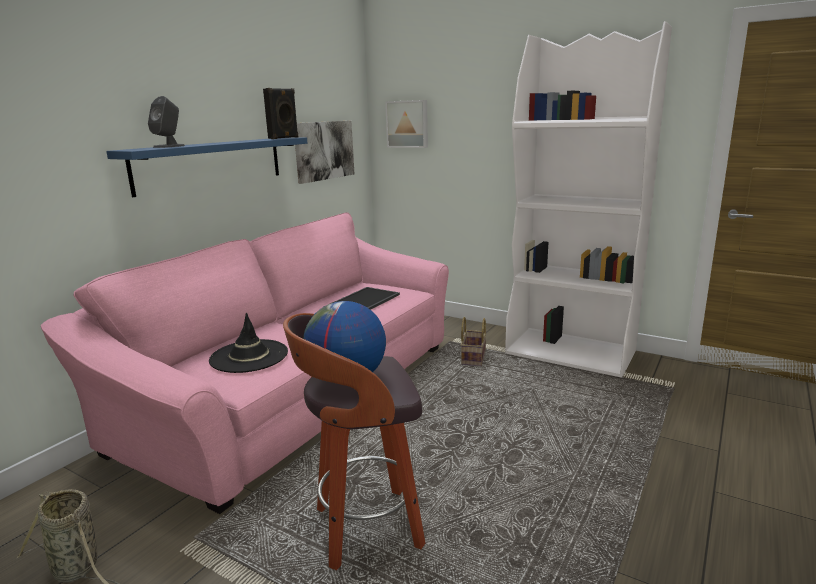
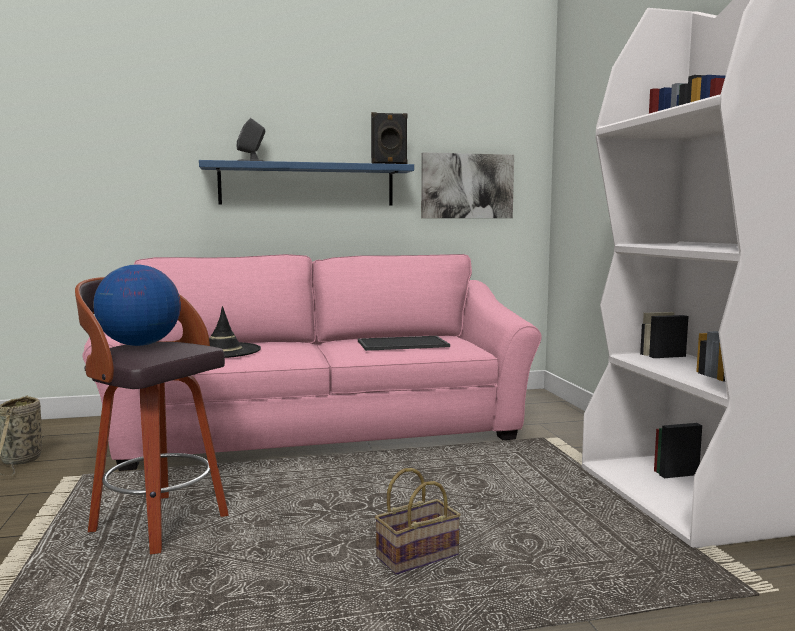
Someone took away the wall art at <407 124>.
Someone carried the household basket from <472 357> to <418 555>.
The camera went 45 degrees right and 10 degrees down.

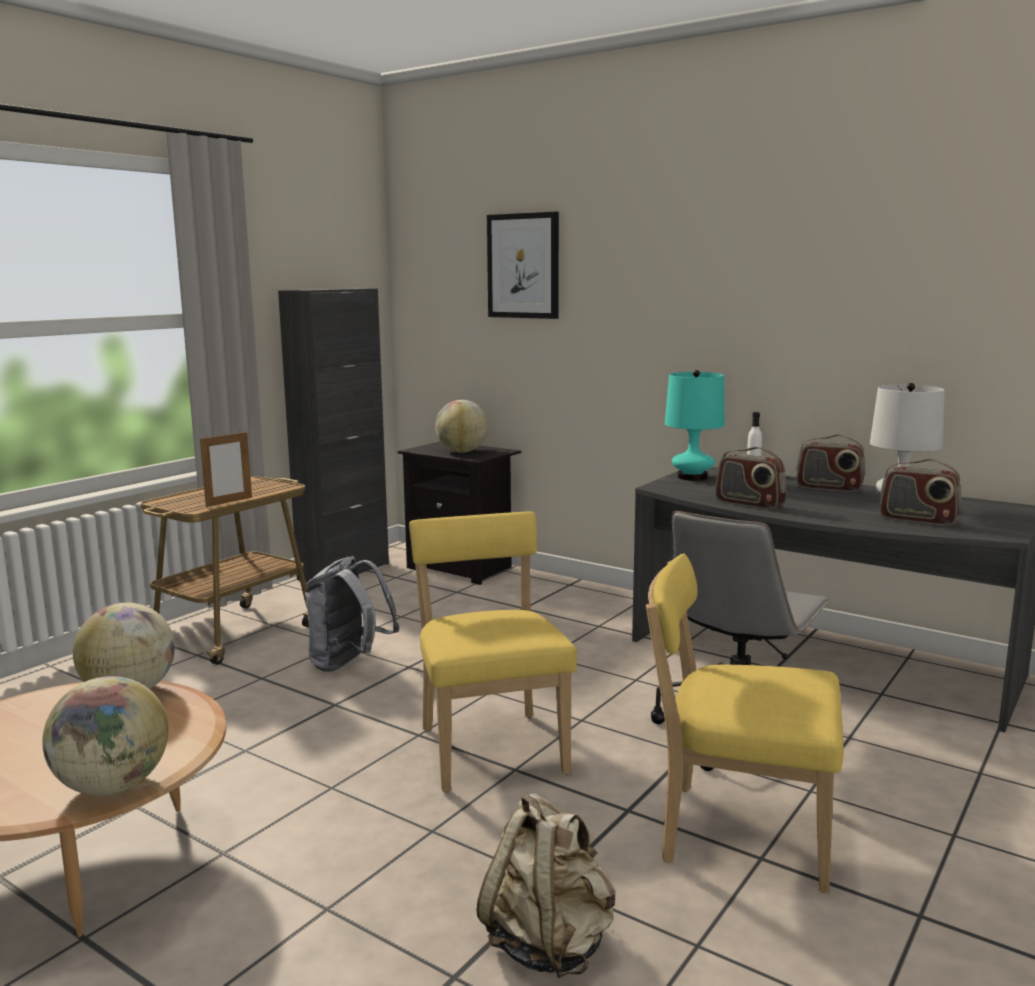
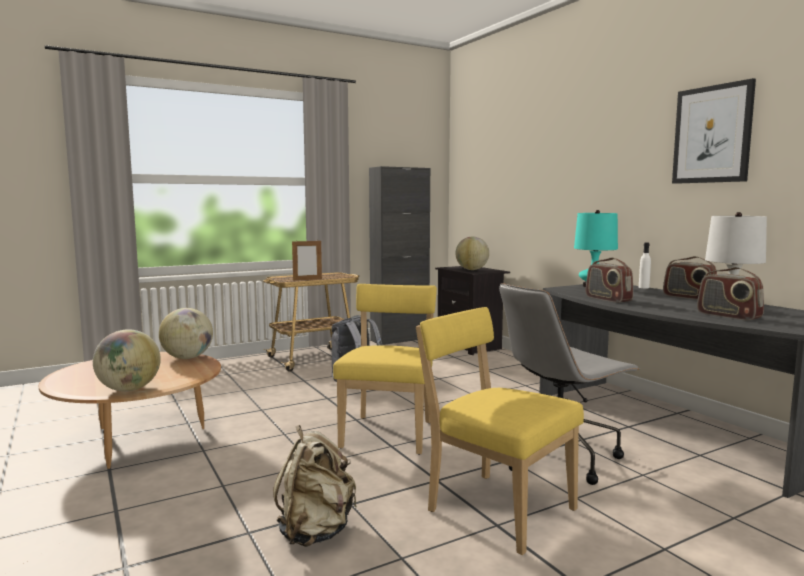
Someone carried the wall art from <523 266> to <712 134>.
The camera went 25 degrees right and 5 degrees down.

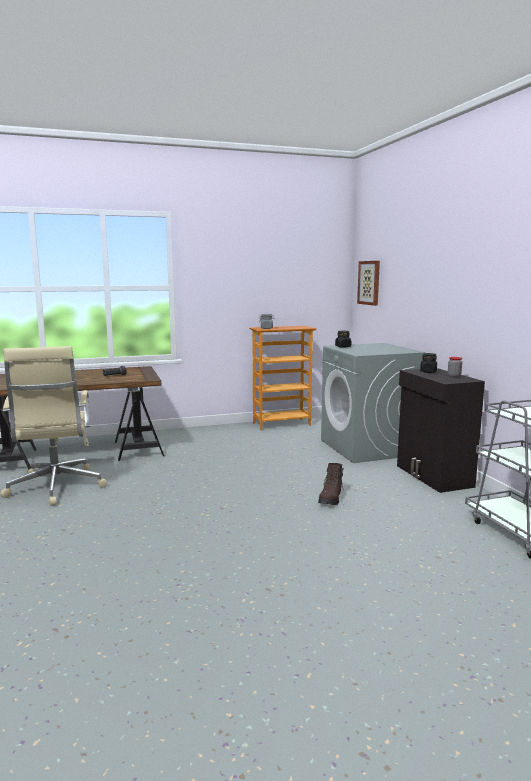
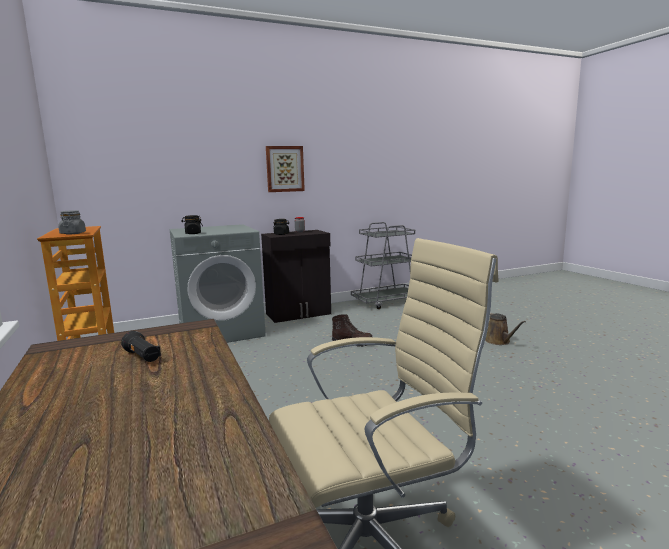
Someone carried the wall art from <369 282> to <285 169>.
Someone put down the brown-coloured sprinkling can at <499 341>.
The camera went 95 degrees left and 0 degrees up.

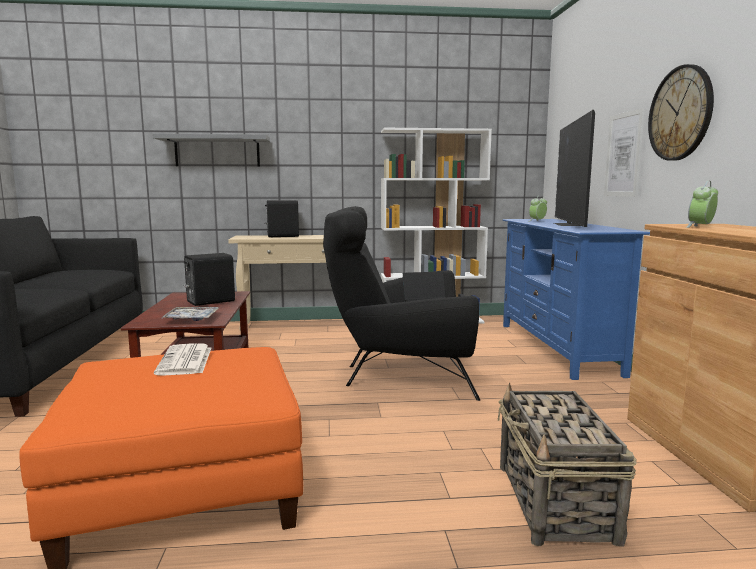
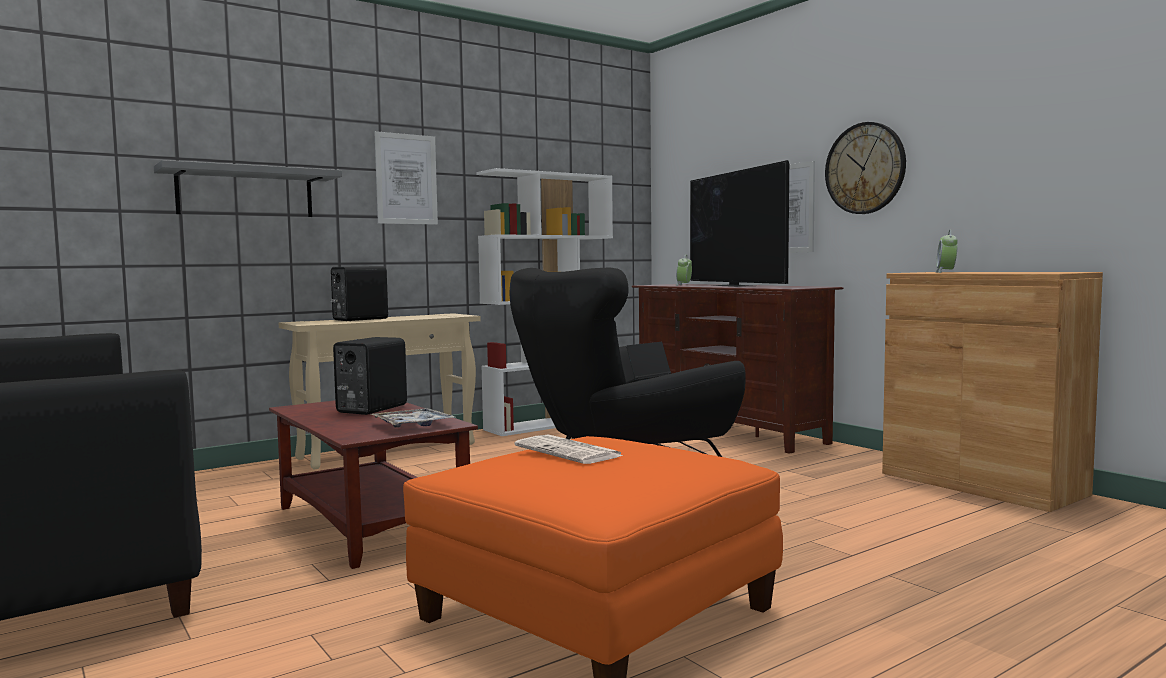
Someone repainted the blue-coloured media console at <557 348>, which became the brown-coloured media console at <729 430>.
Someone took away the household basket at <555 503>.
Someone put up the wall art at <406 179>.
The camera went 30 degrees left and 5 degrees down.

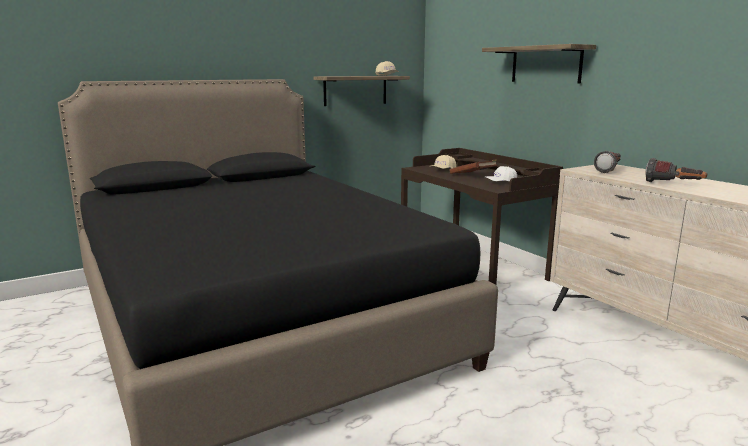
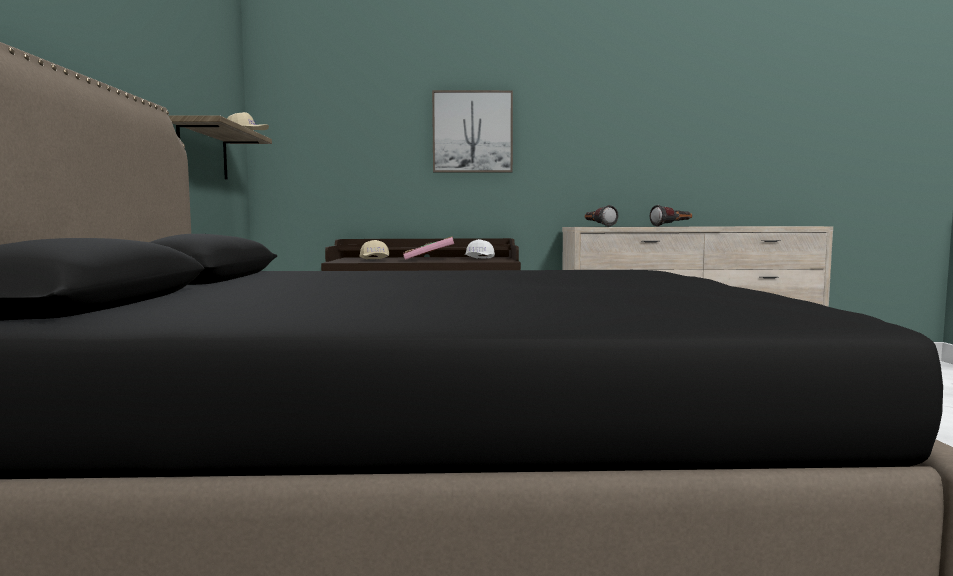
Someone swapped the wall shelf at <546 64> for the wall art at <472 132>.
Someone repainted the brown-coloured bound book at <473 176>, which became the pink-coloured bound book at <429 259>.
The camera went 60 degrees left and 10 degrees down.

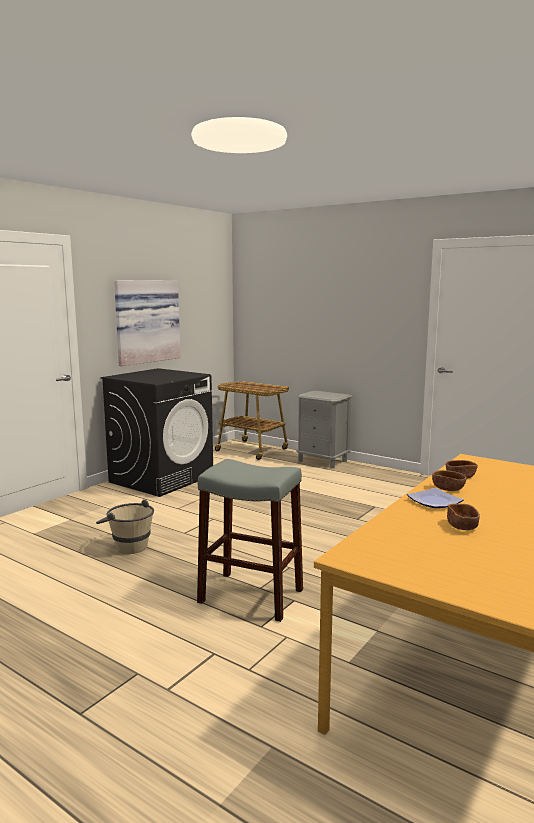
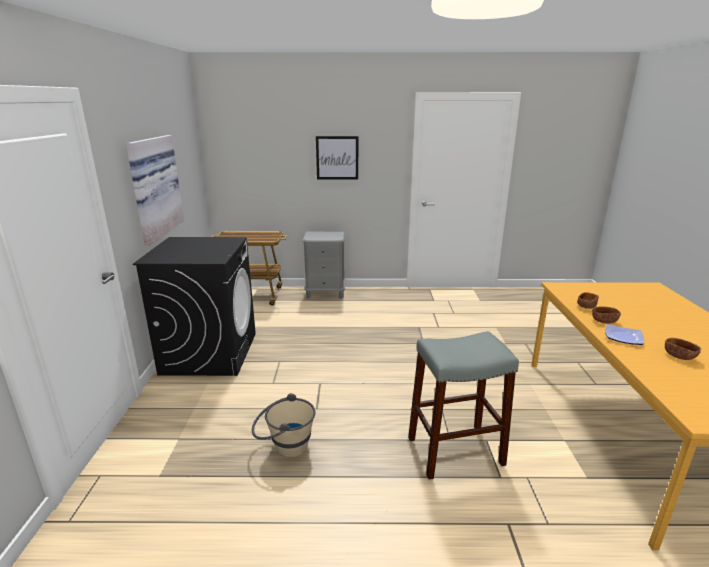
Someone put up the wall art at <337 158>.
The camera went 35 degrees left and 10 degrees up.

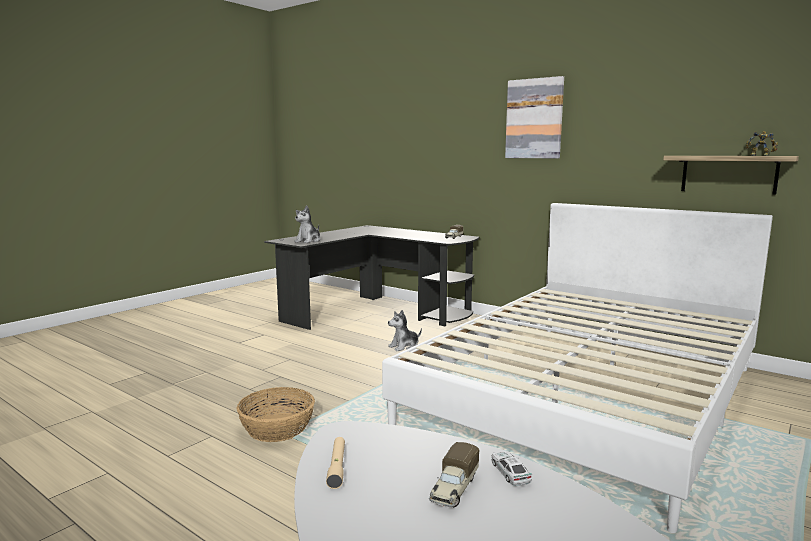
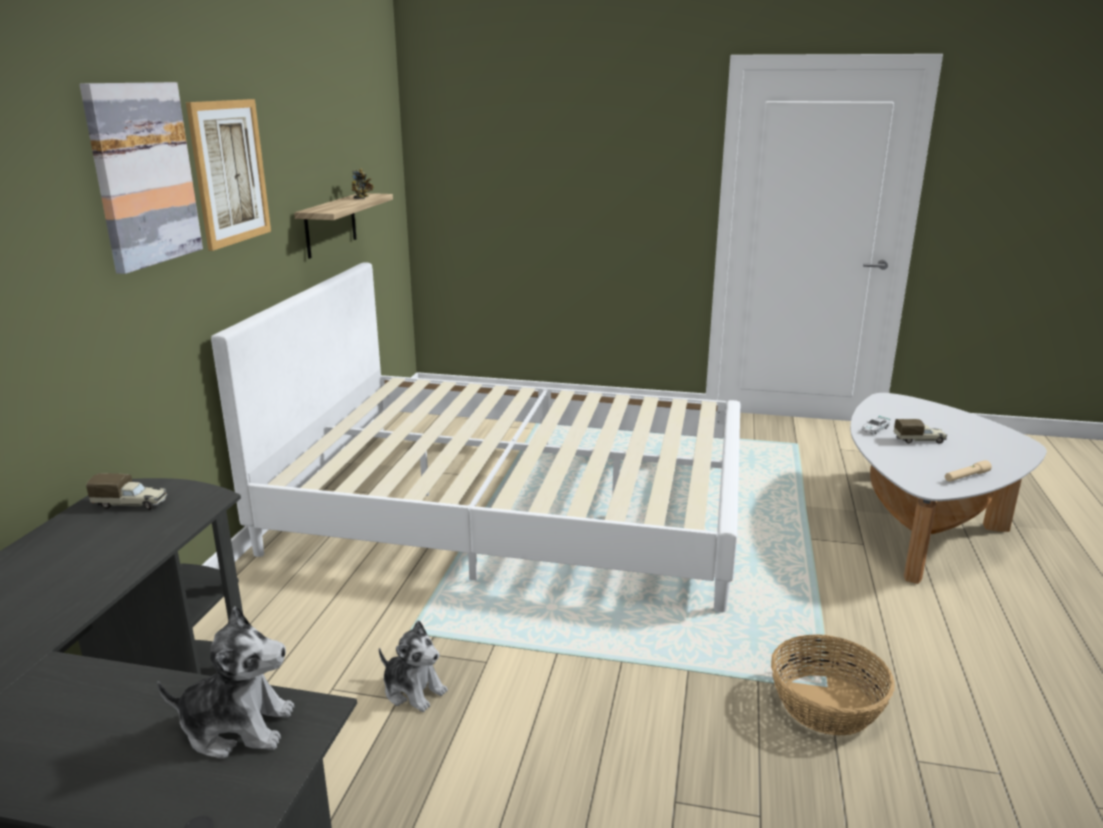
Someone put up the wall art at <230 172>.
The camera went 115 degrees left and 10 degrees up.

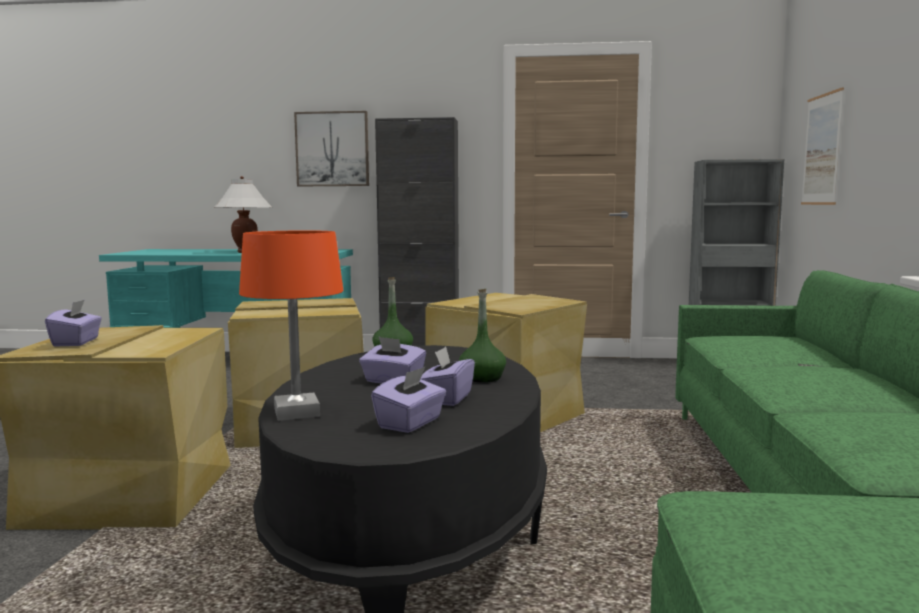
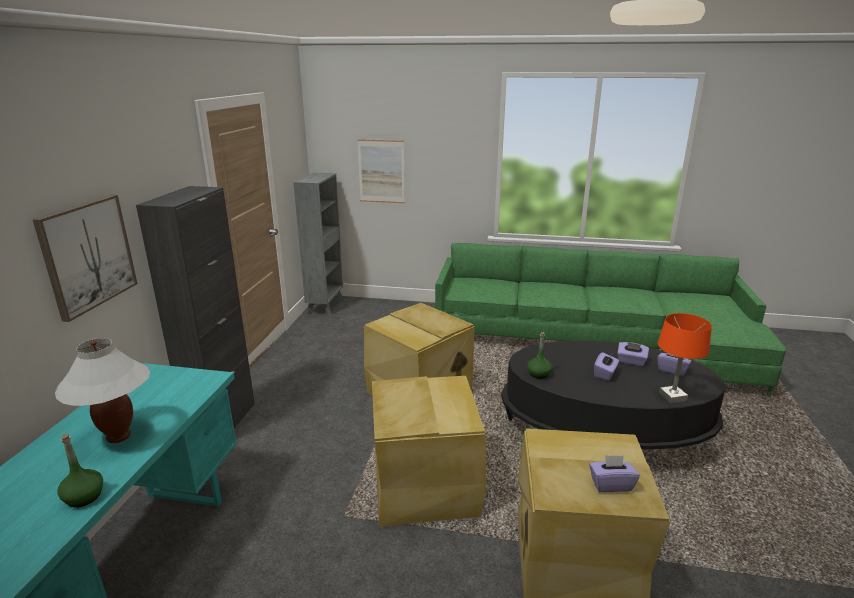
Someone carried the greenish drink bottle from <482 378> to <84 497>.
The camera went 85 degrees left and 15 degrees up.

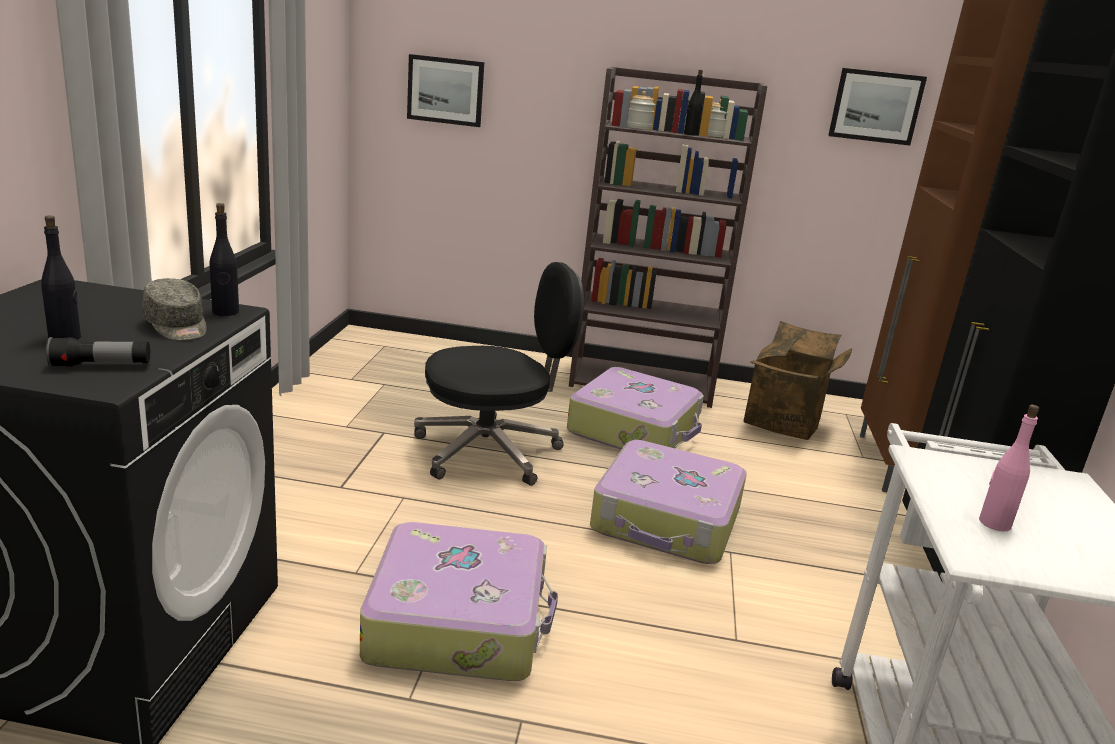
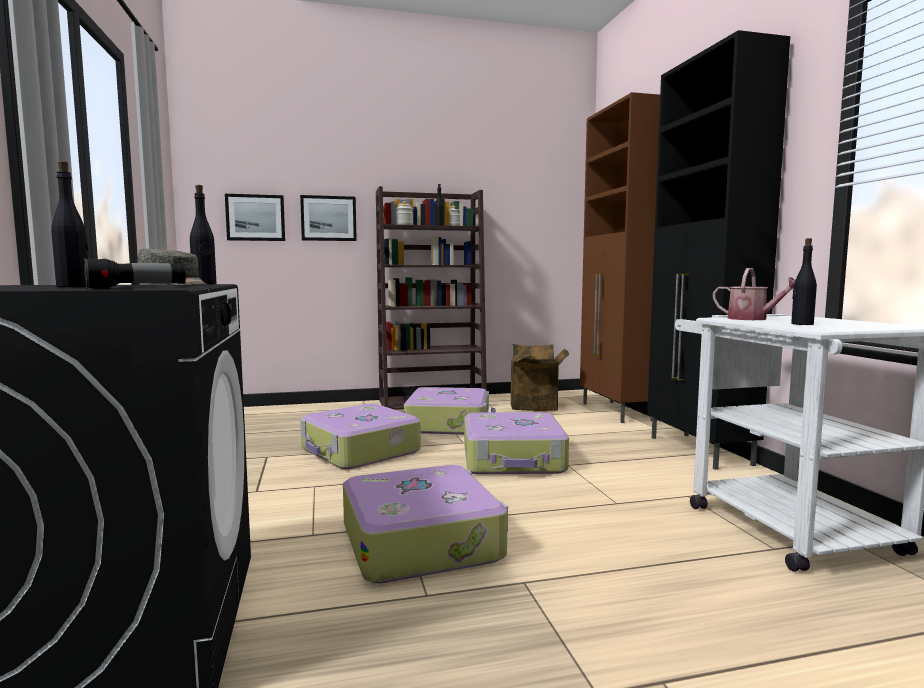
Someone carried the wall art from <876 106> to <328 218>.
Someone swapped the black-coloured office chair at <491 451> for the piece of luggage at <360 451>.
Someone repainted the pink-coloured drink bottle at <994 523>, which became the black-coloured drink bottle at <801 324>.
Someone put down the sprinkling can at <753 319>.
The camera went 20 degrees left and 15 degrees down.

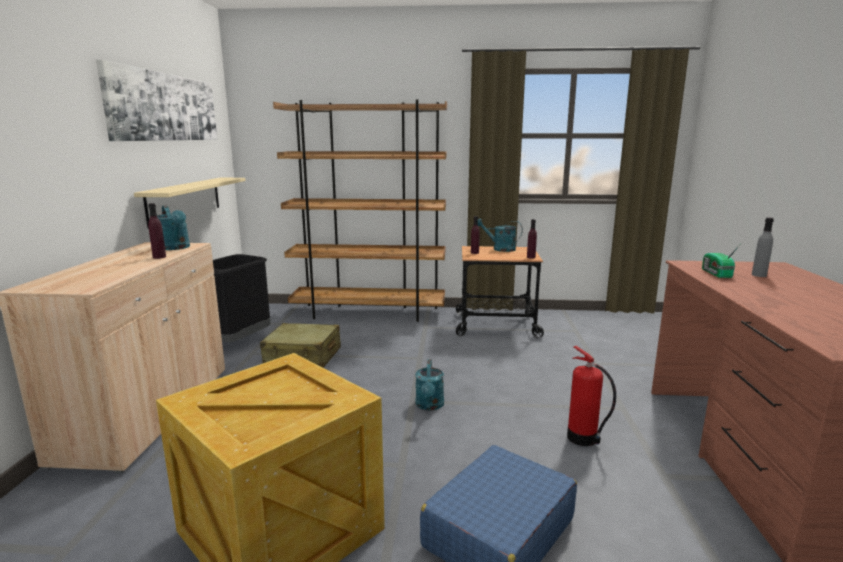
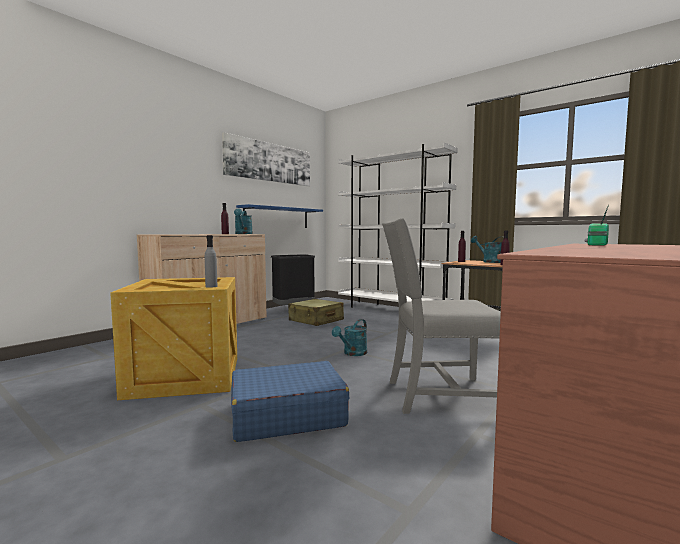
Someone repainted the brown-coloured shelving unit at <369 313>, which became the white shelving unit at <392 309>.
Someone repainted the beige-coloured wall shelf at <185 200>, which became the blue-coloured wall shelf at <277 217>.
Someone carried the gray drink bottle from <759 275> to <211 286>.
Someone swapped the fire-fighting cylinder at <583 439> for the gray chair at <439 395>.
The camera went 35 degrees right and 10 degrees down.

